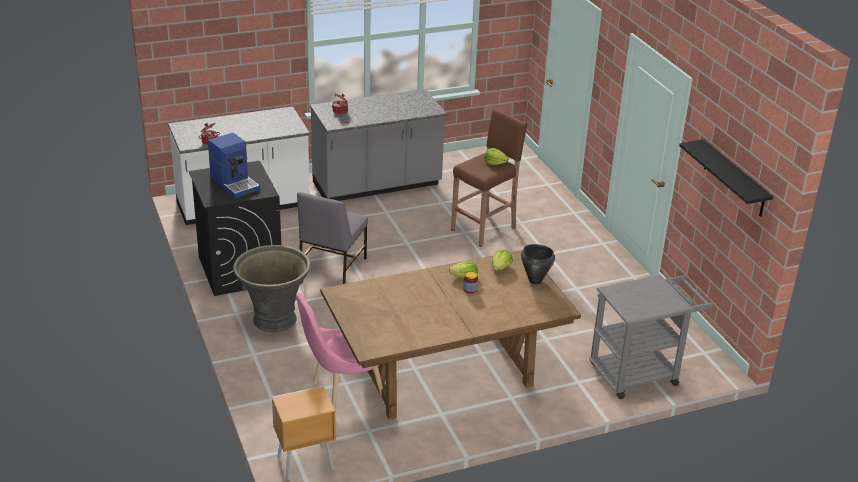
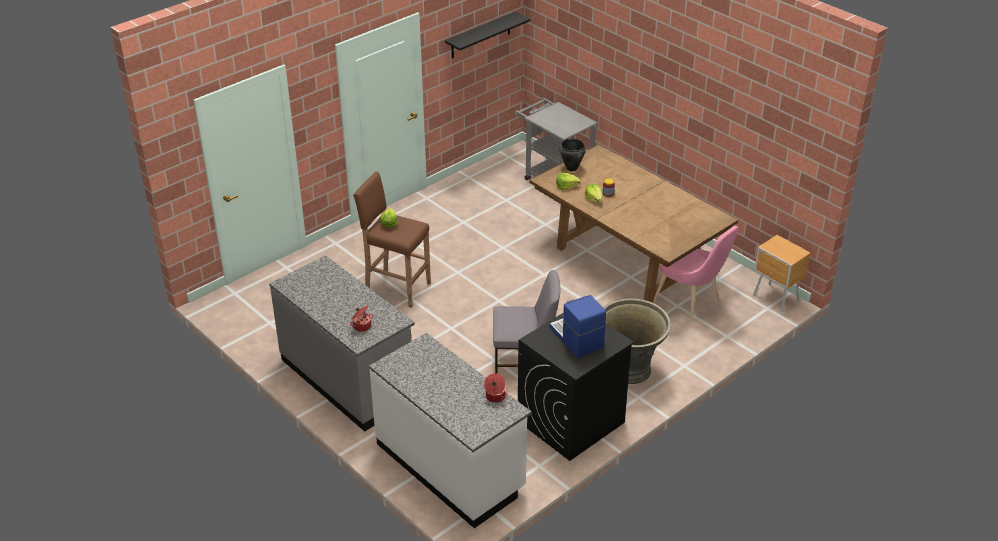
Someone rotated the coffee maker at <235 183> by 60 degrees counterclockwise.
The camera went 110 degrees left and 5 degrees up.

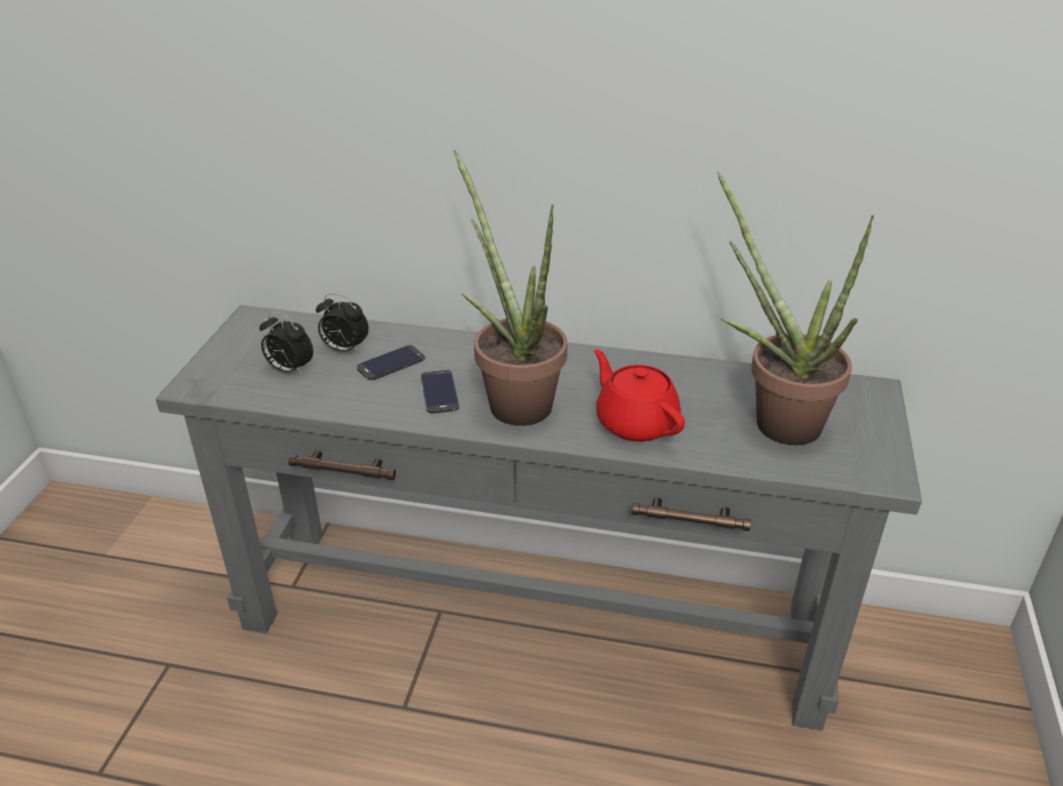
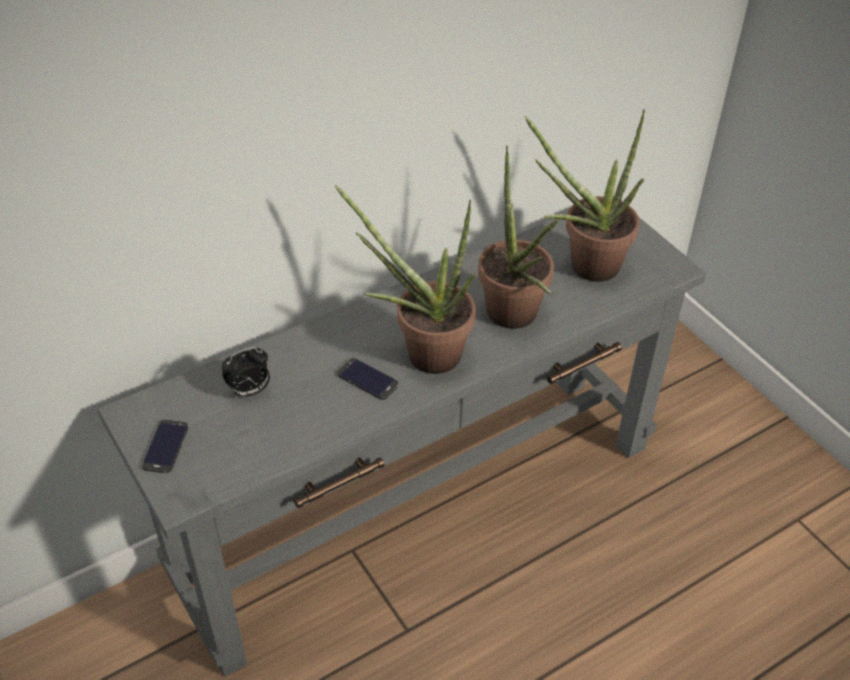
Someone took away the alarm clock at <289 370>.
Someone carried the phone from <391 363> to <165 446>.
Someone swapped the red pot for tea at <635 422> for the potted plant at <514 320>.
The camera went 45 degrees left and 10 degrees up.

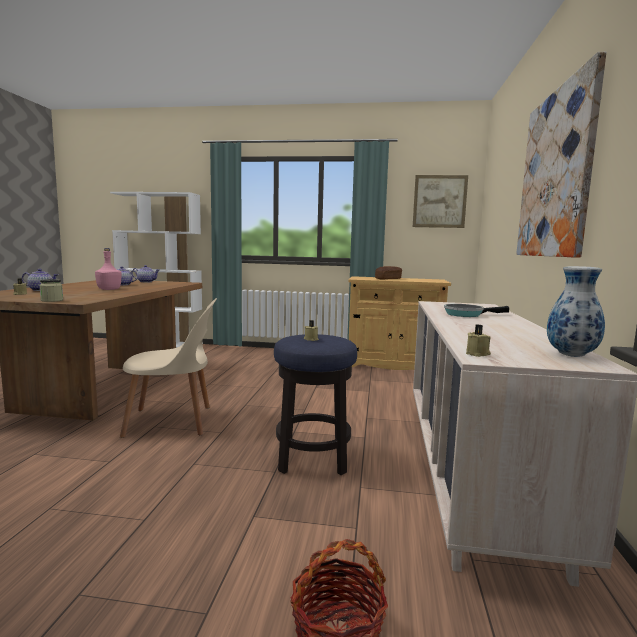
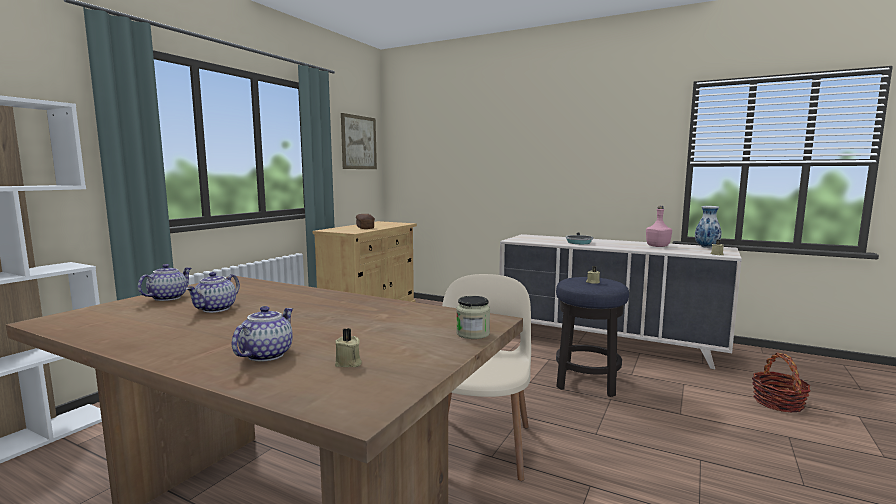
Someone took away the wall art at <555 174>.
Someone carried the pink-coloured drink bottle from <109 289> to <657 246>.
The camera went 70 degrees left and 0 degrees up.

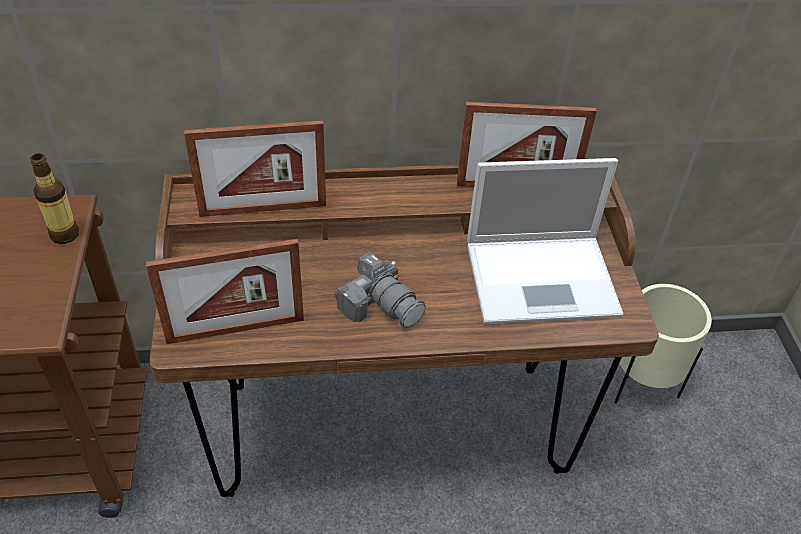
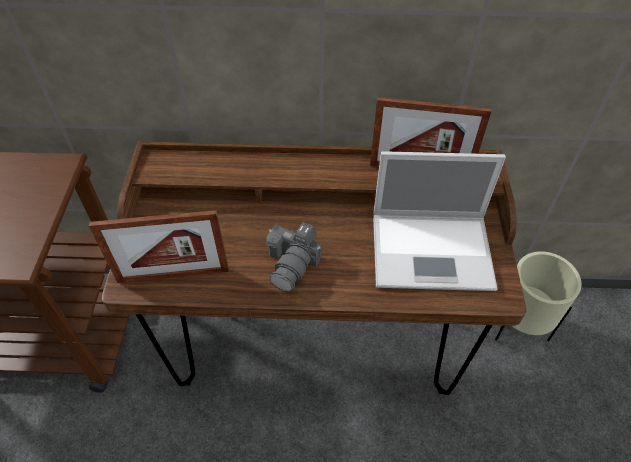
Someone took away the standing frame at <263 209>.
Someone took away the drink bottle at <64 235>.
Someone rotated the photo camera at <380 305> by 60 degrees clockwise.
The camera went 10 degrees right and 5 degrees up.

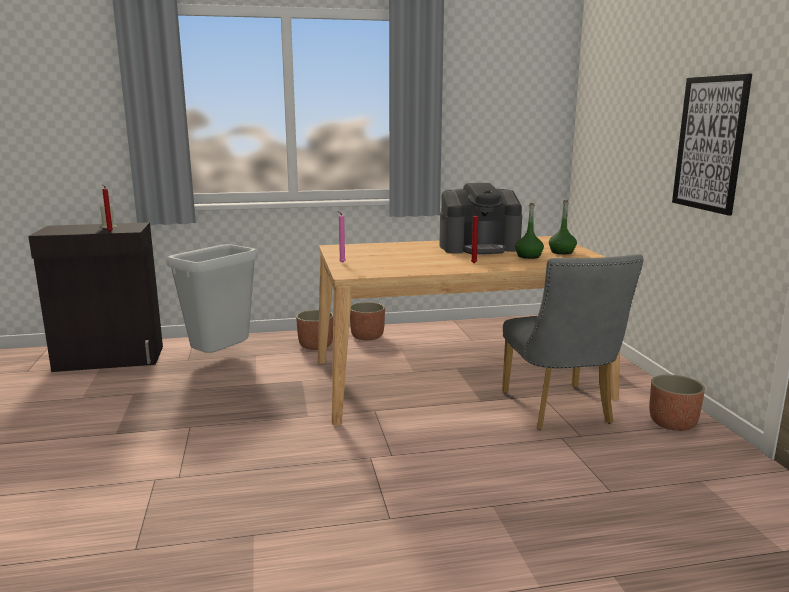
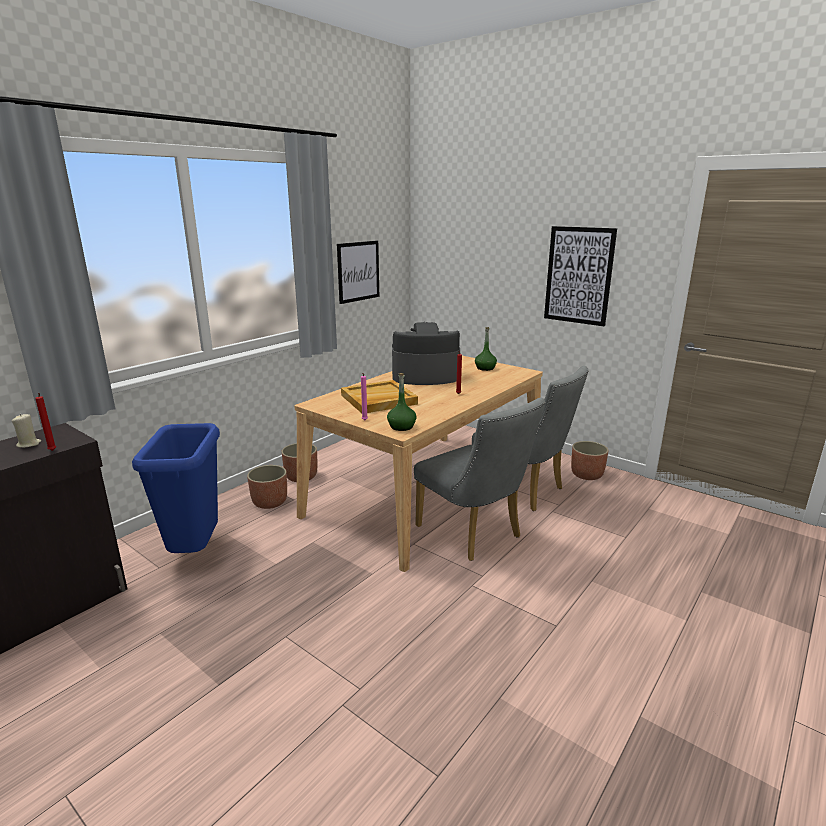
Someone rotated the coffee maker at <479 247> by 135 degrees counterclockwise.
Someone carried the greenish drink bottle from <528 256> to <401 426>.
Someone repainted the gray waste bin at <221 358>, which became the blue-coloured waste bin at <195 551>.
Someone put up the wall art at <358 271>.
Someone put down the beige-coloured carrying tray at <378 400>.
Someone put down the gray chair at <473 534>.
The camera went 40 degrees left and 5 degrees up.

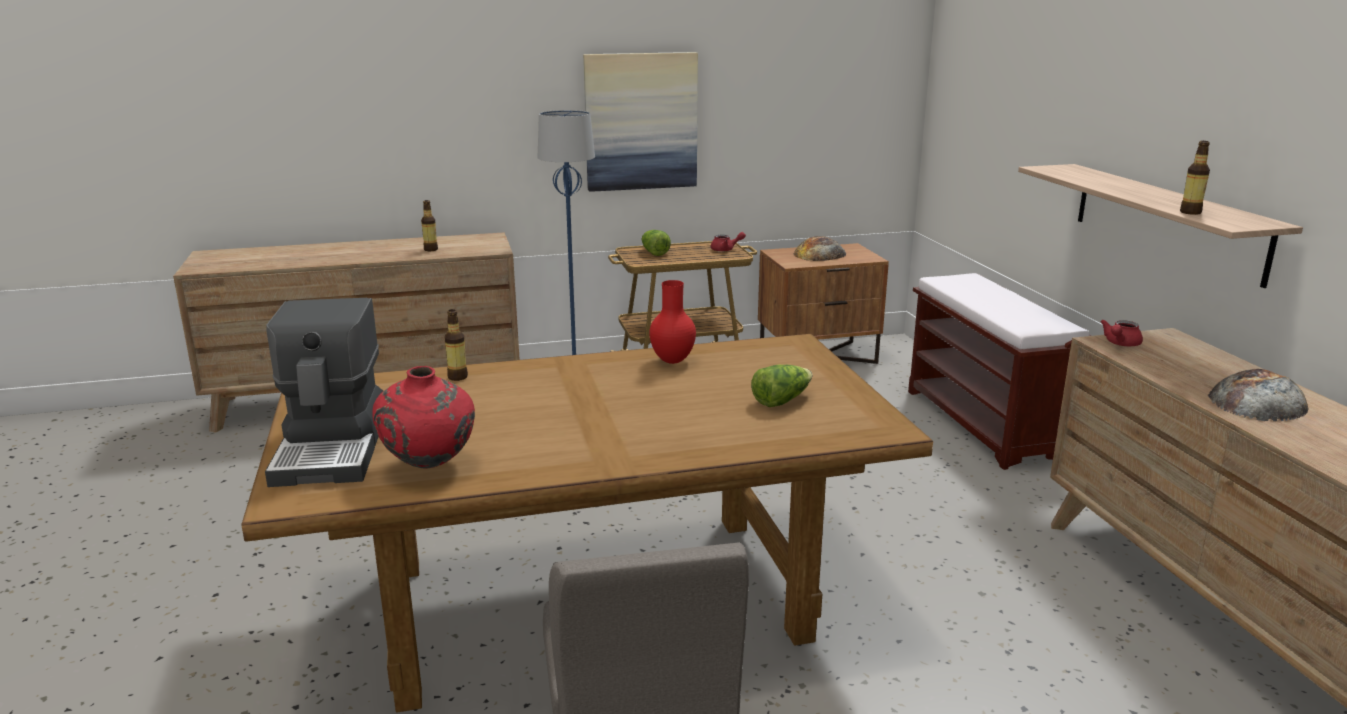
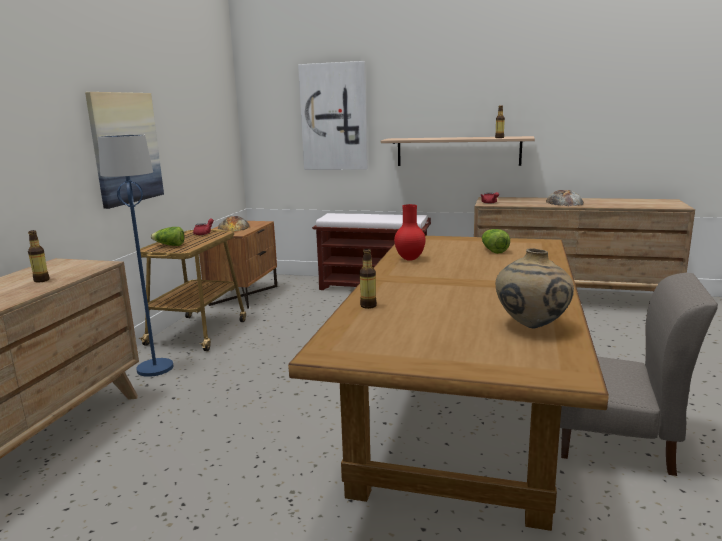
Someone took away the coffee maker at <334 447>.
Someone repainted the red decorative vase at <430 465>, which became the beige-coloured decorative vase at <531 326>.
Someone put up the wall art at <334 117>.
The camera went 60 degrees left and 5 degrees down.

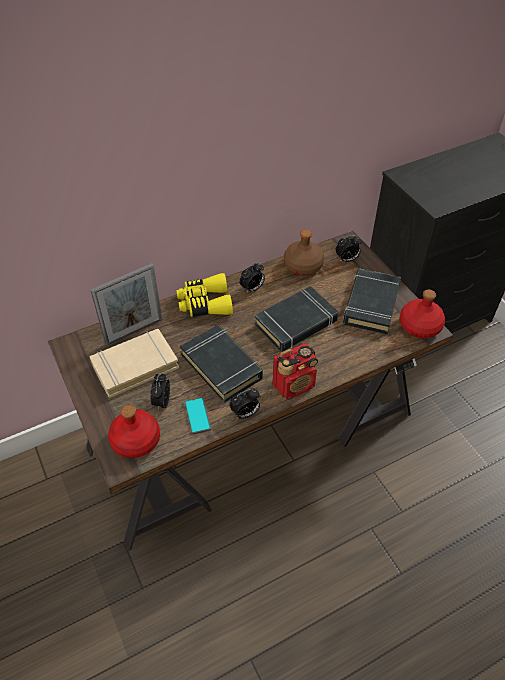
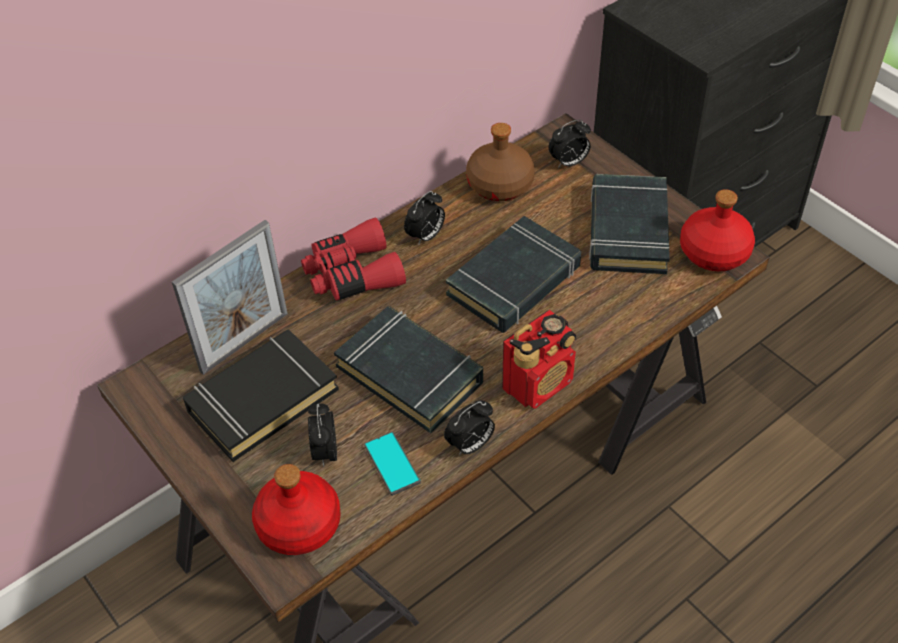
Someone repainted the yellow pair of binoculars at <204 303>, which became the red pair of binoculars at <352 274>.
Someone repainted the beige-coloured bound book at <135 366>, which became the black-coloured bound book at <262 400>.
The camera went 10 degrees left and 0 degrees up.

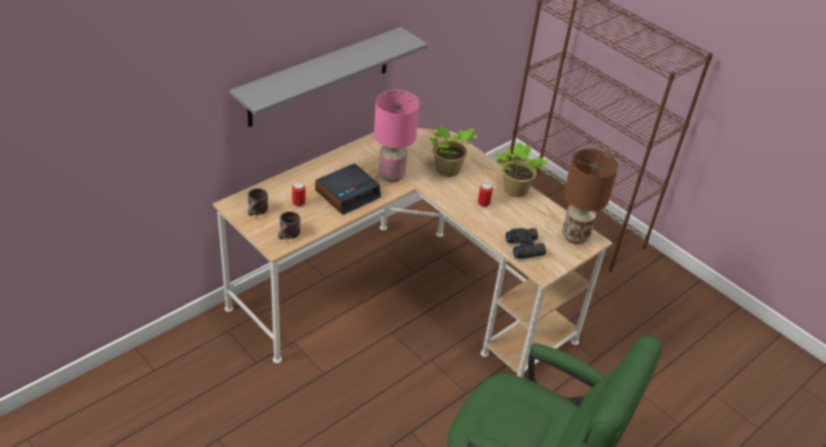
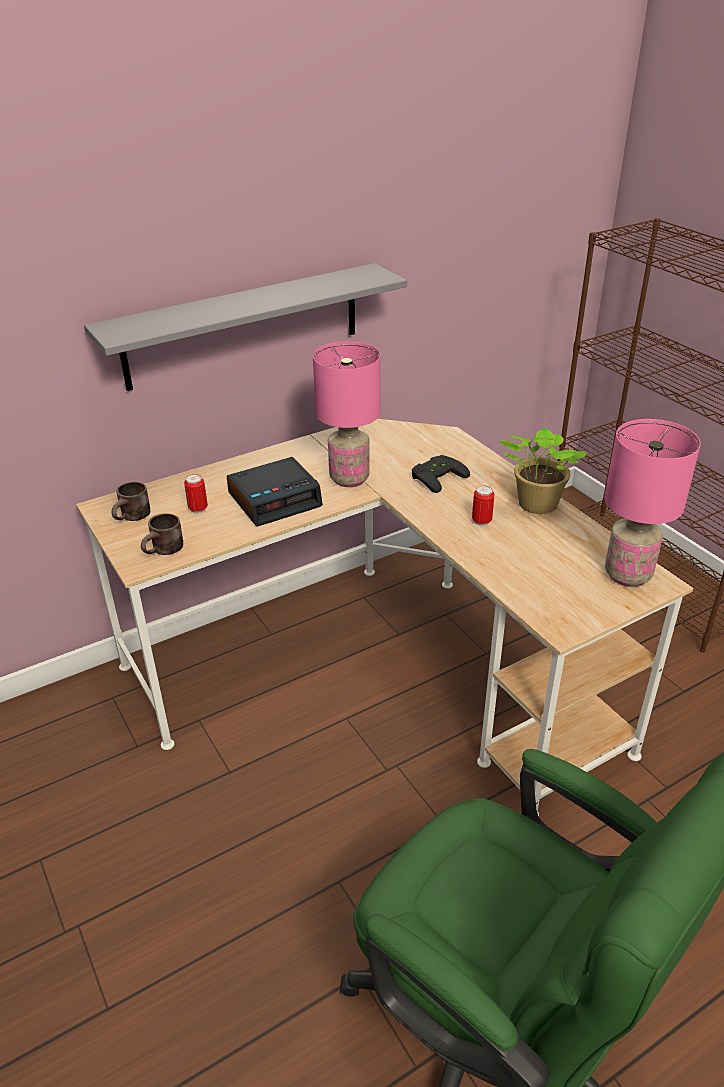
Someone swapped the potted plant at <448 171> for the black-coloured gamepad at <436 476>.
Someone repainted the brown-coloured table lamp at <575 236>, which became the pink-coloured table lamp at <628 575>.
Someone took away the black-coloured pair of binoculars at <525 247>.
The camera went 15 degrees right and 5 degrees down.

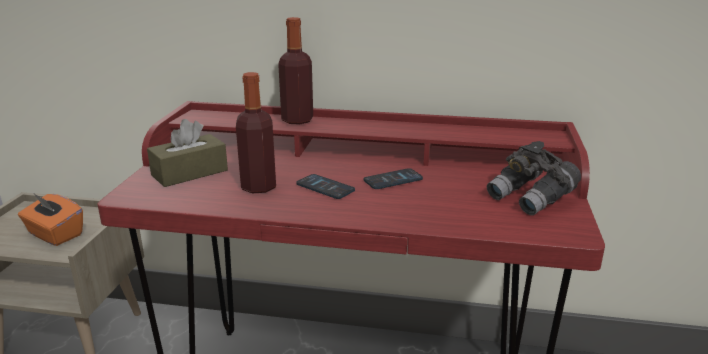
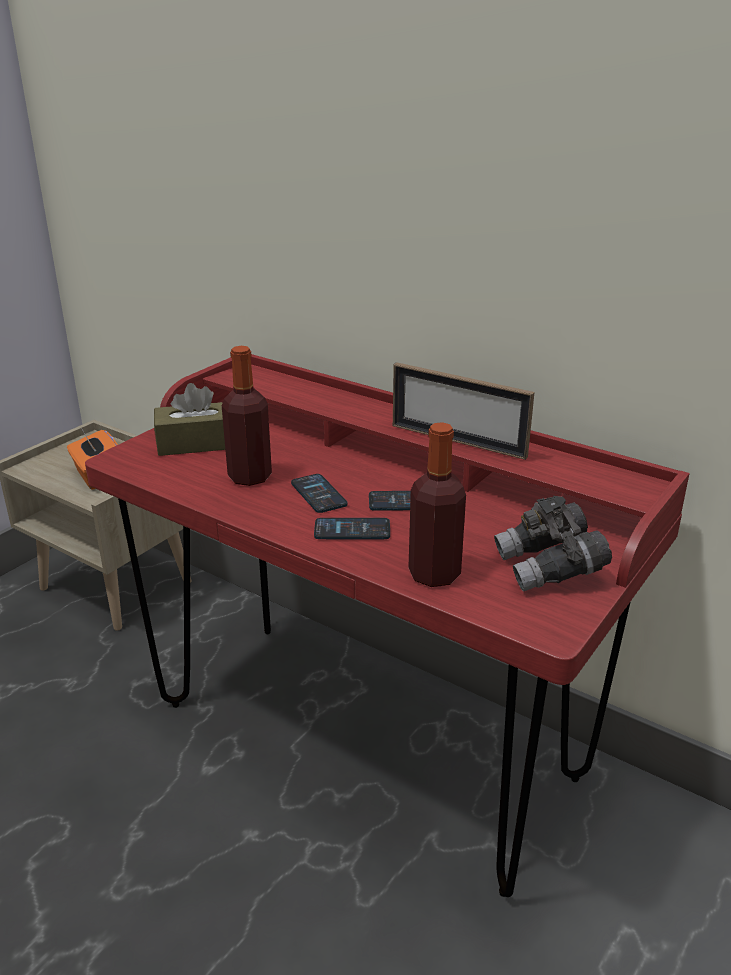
Someone carried the drink bottle from <297 120> to <434 574>.
Someone put down the standing frame at <457 441>.
Someone put down the phone at <352 530>.
The camera went 25 degrees right and 5 degrees up.

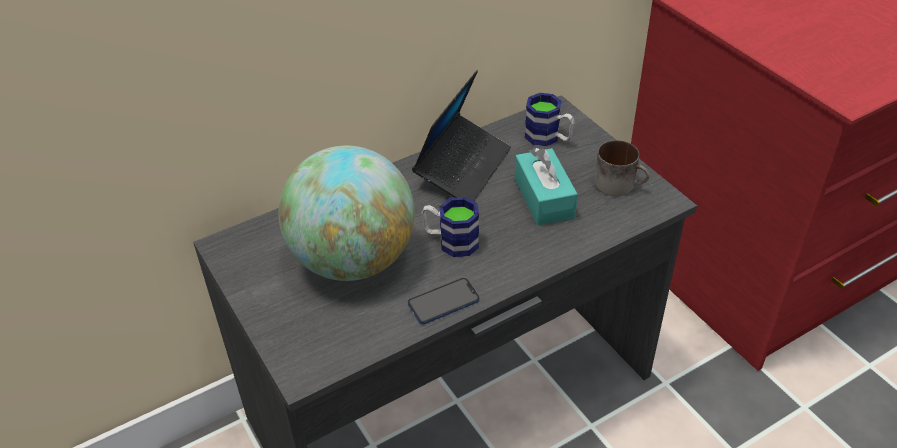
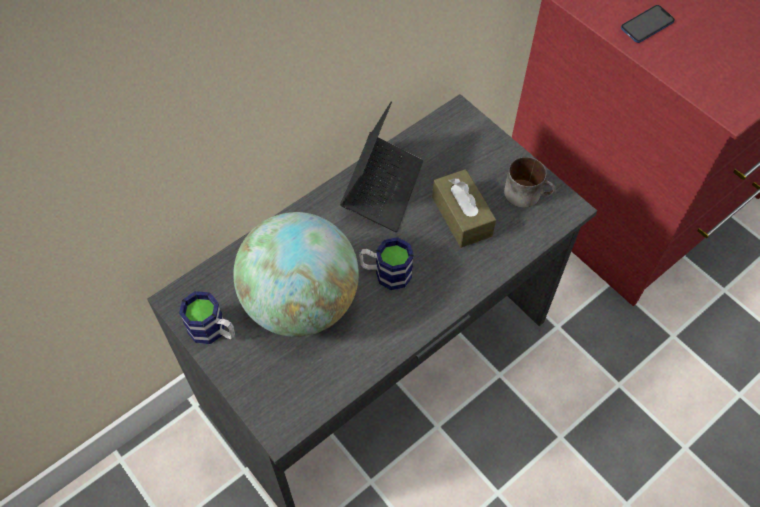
Someone carried the tea mug from <548 138> to <213 331>.
Someone repainted the turquoise-coloured tissue holder at <544 198>, which became the brown-coloured tissue holder at <461 216>.
Someone carried the phone from <443 302> to <647 25>.
The camera went 10 degrees left and 15 degrees up.

